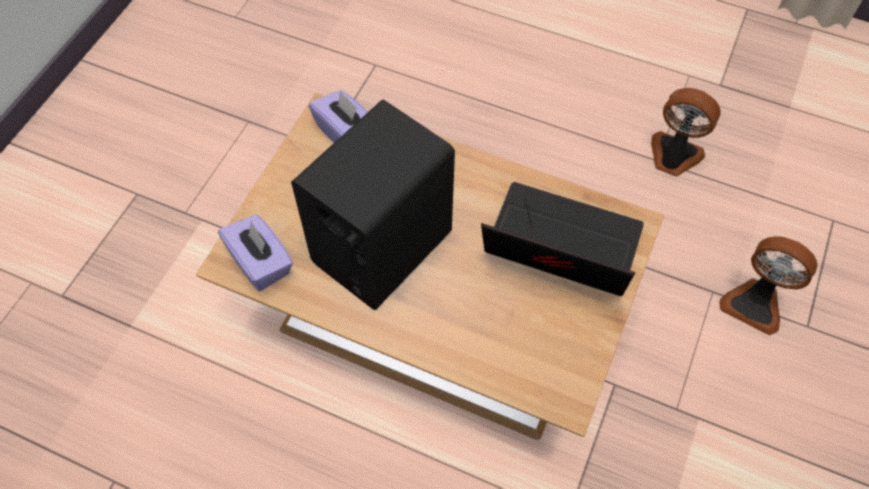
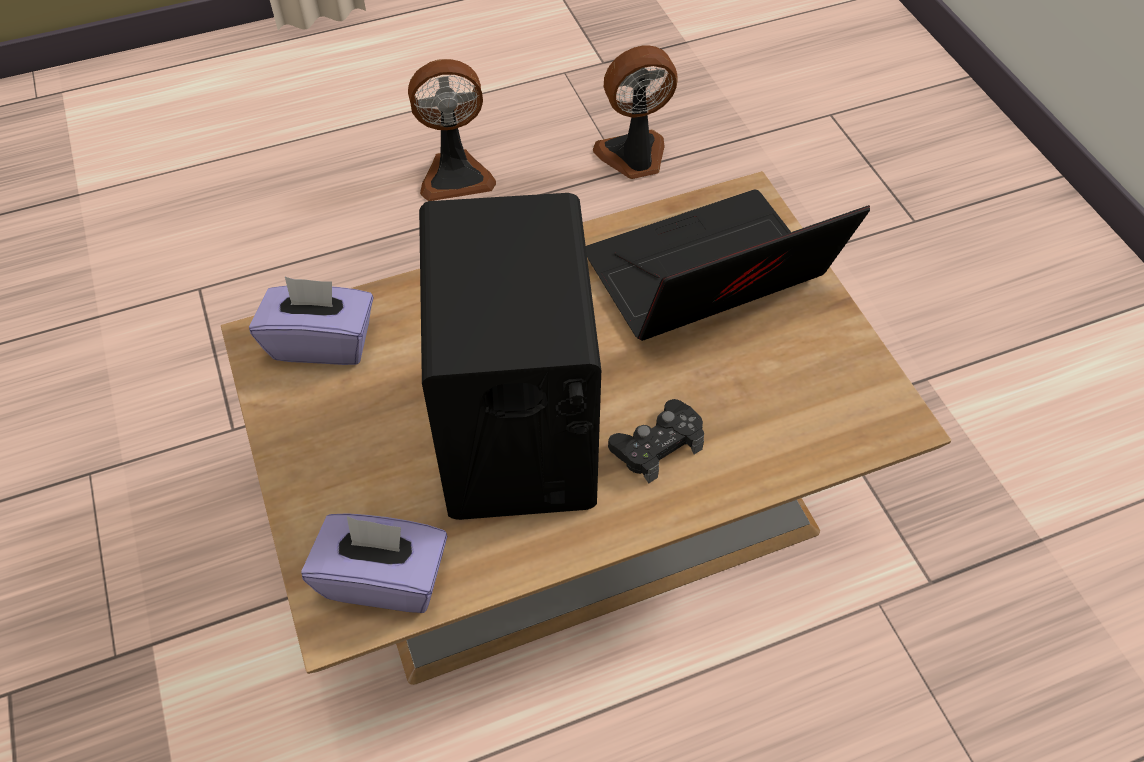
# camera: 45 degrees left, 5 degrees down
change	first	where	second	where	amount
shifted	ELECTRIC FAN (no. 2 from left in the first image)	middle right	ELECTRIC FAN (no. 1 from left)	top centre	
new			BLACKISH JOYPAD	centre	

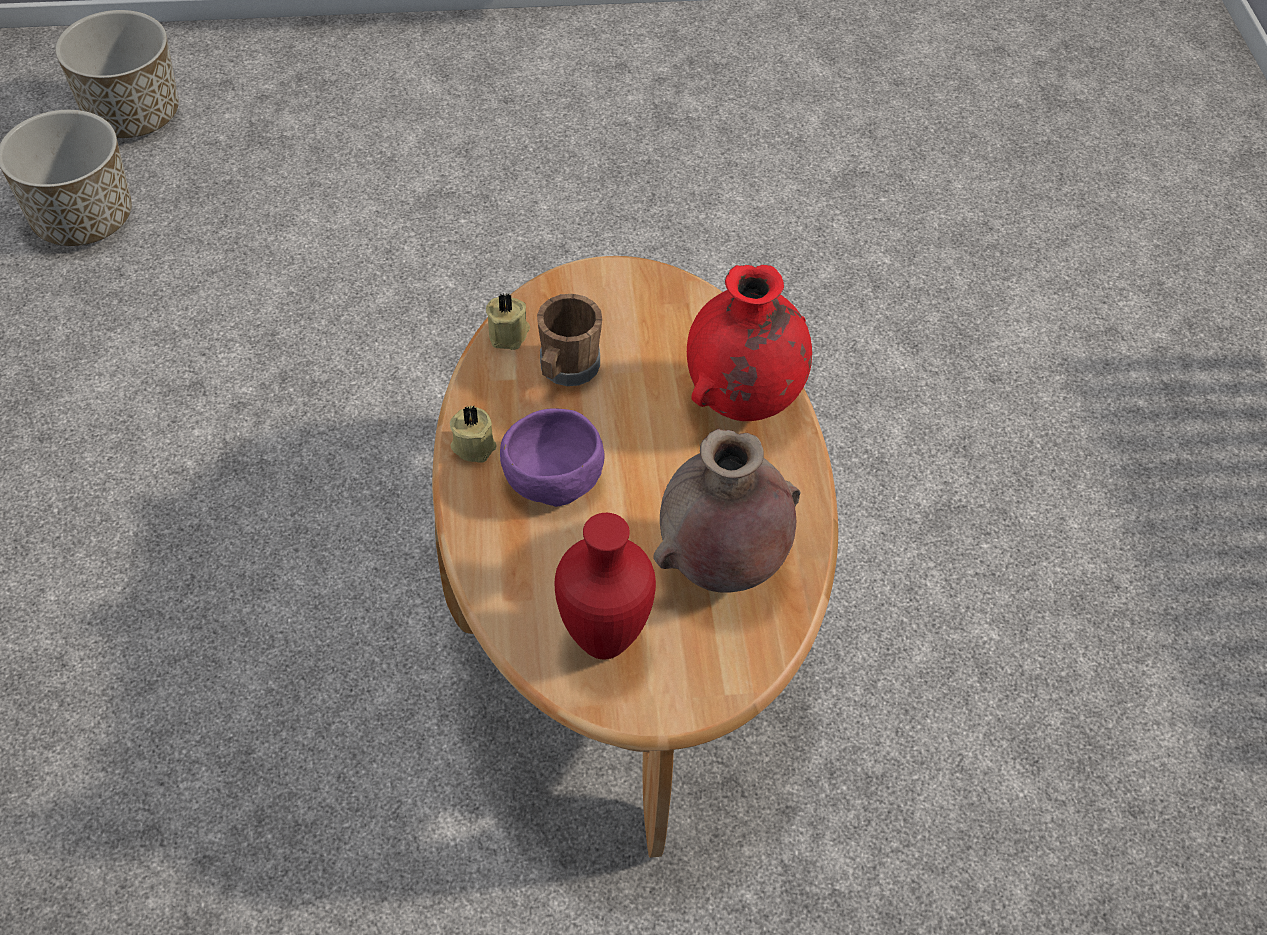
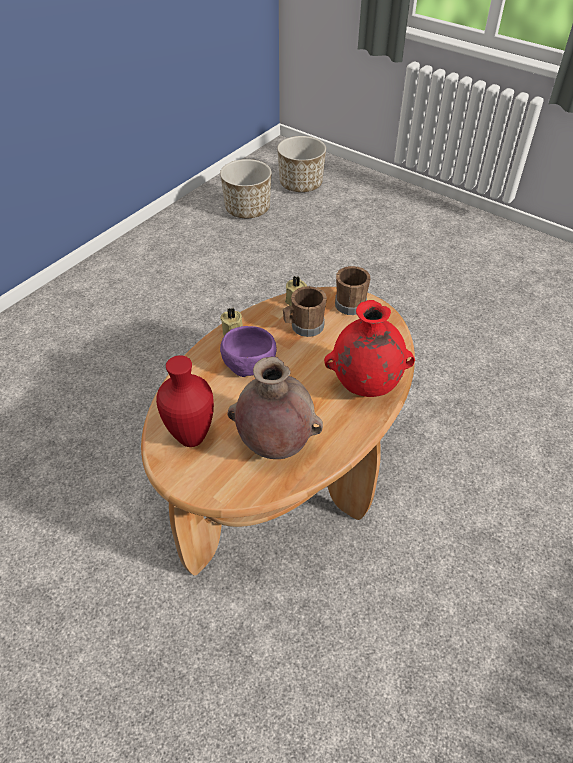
# camera: 45 degrees right, 5 degrees down
change	first	where	second	where	amount
new			BROWN-COLOURED COFFEE MUG (no. 2 from left)	centre	

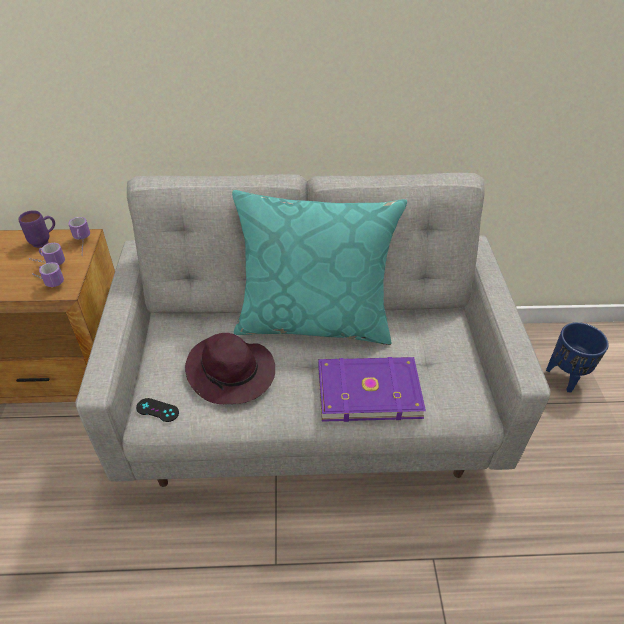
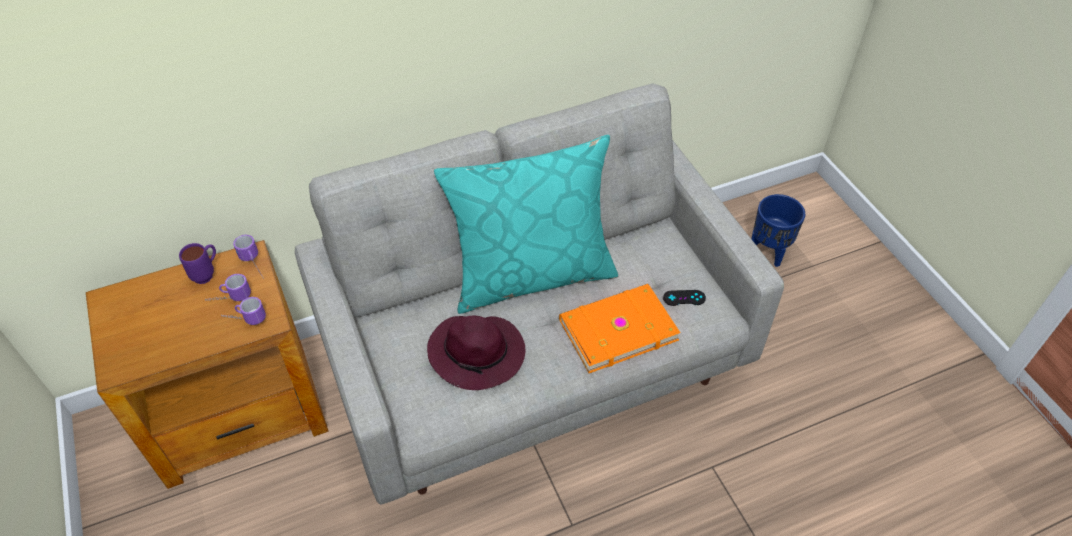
# camera: 20 degrees left, 5 degrees up
change	first	where	second	where	amount
shifted	BLACKISH JOYPAD	middle left		centre	
repainted	PURPLISH BOOK	centre	ORANGE-COLOURED BOOK	centre	

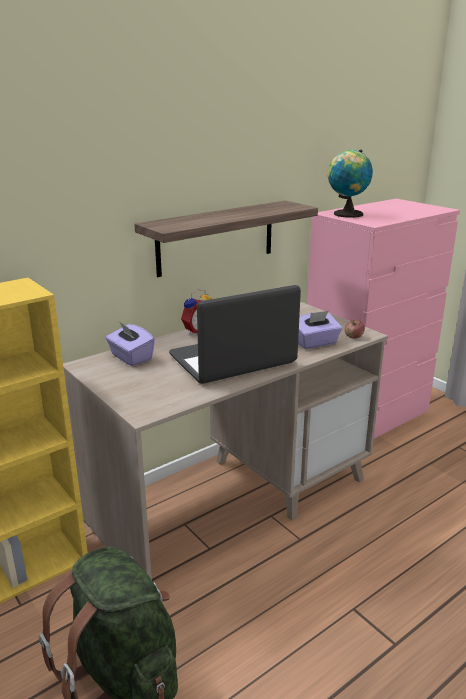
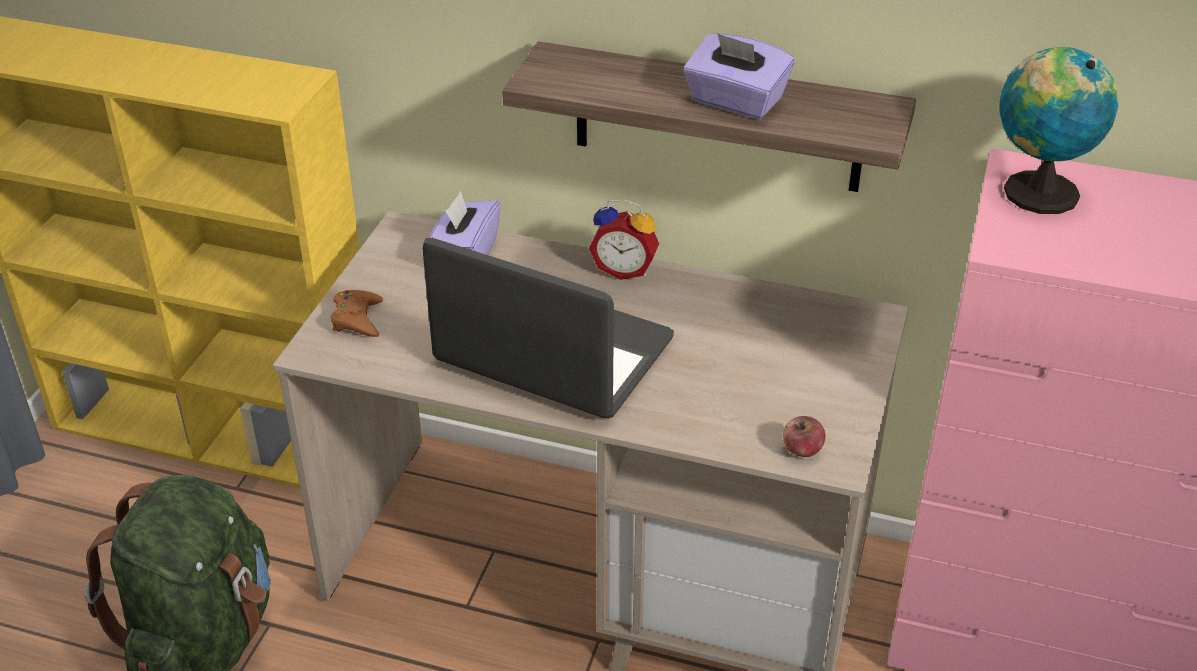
# camera: 55 degrees right, 15 degrees up
change	first	where	second	where	amount
shifted	PURPLISH BOX OF TISSUES (no. 2 from left)	middle right		top centre	
new			BROWN-COLOURED JOYPAD	middle left	

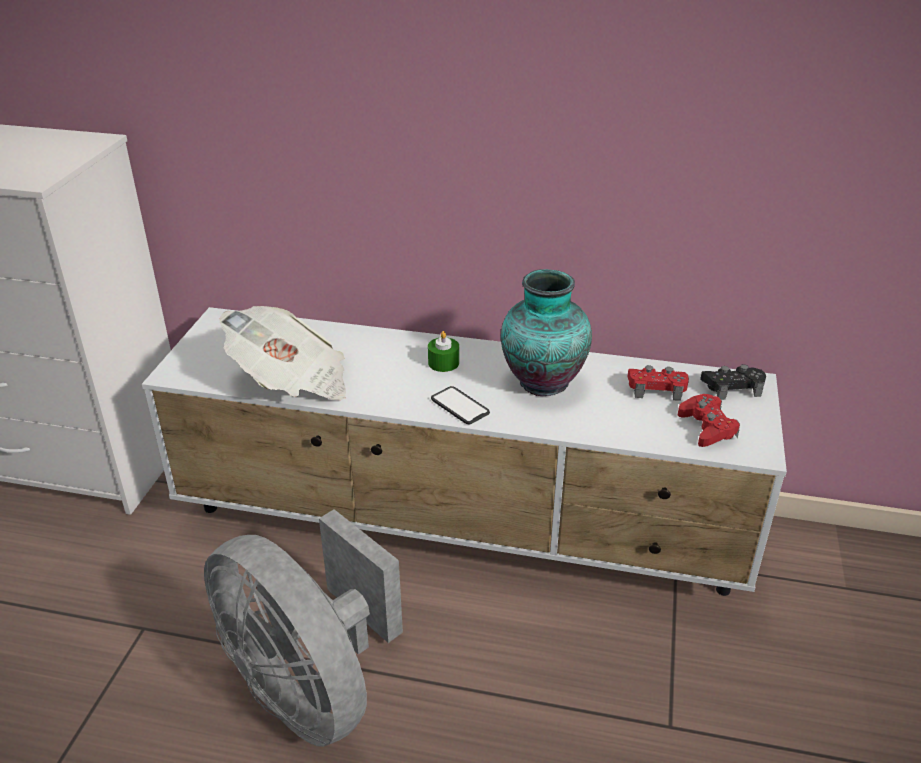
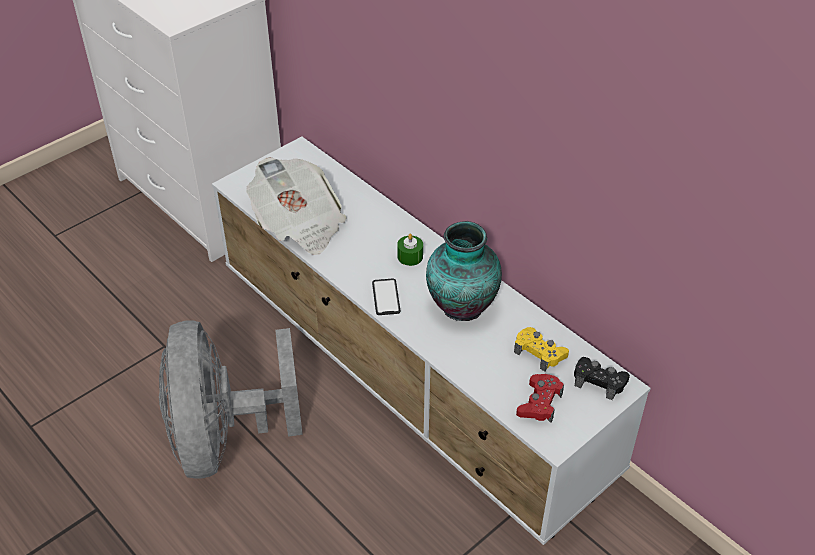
# camera: 35 degrees right, 10 degrees up
change	first	where	second	where	amount
repainted	RED JOYPAD (no. 1 from left)	middle right	YELLOW JOYPAD	centre	

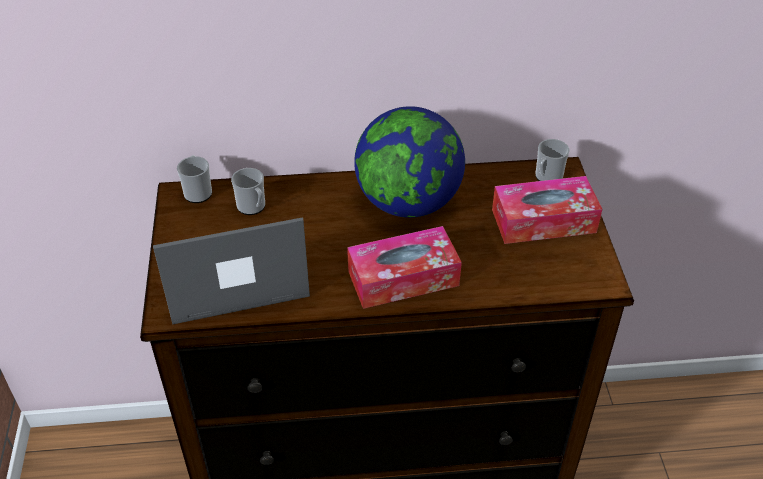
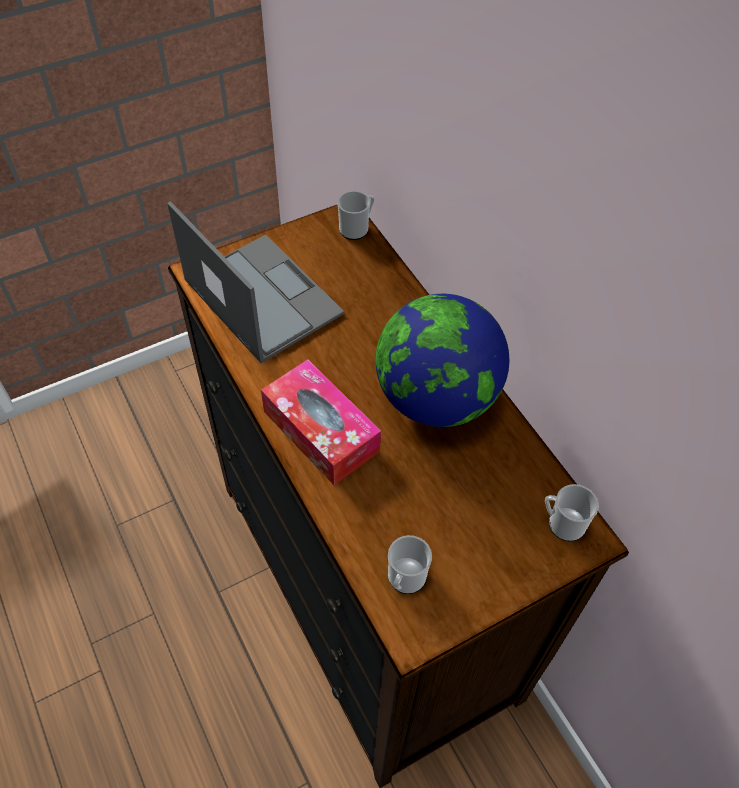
# camera: 65 degrees right, 10 degrees up
change	first	where	second	where	amount
shifted	COFFEE MUG (no. 2 from left)	middle left		bottom centre	
gone	BOX OF TISSUES (no. 2 from left)	middle right			

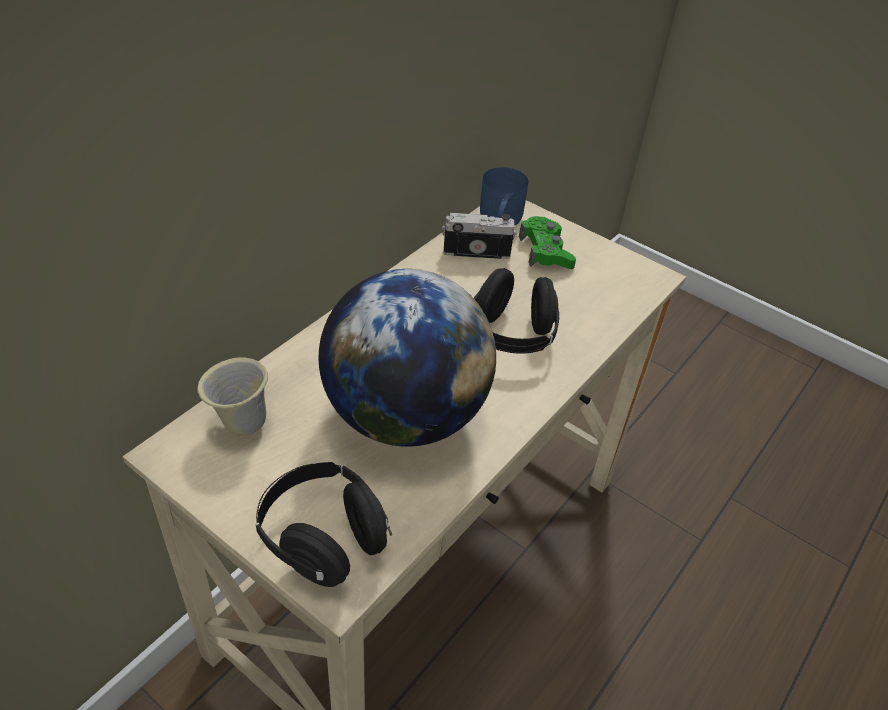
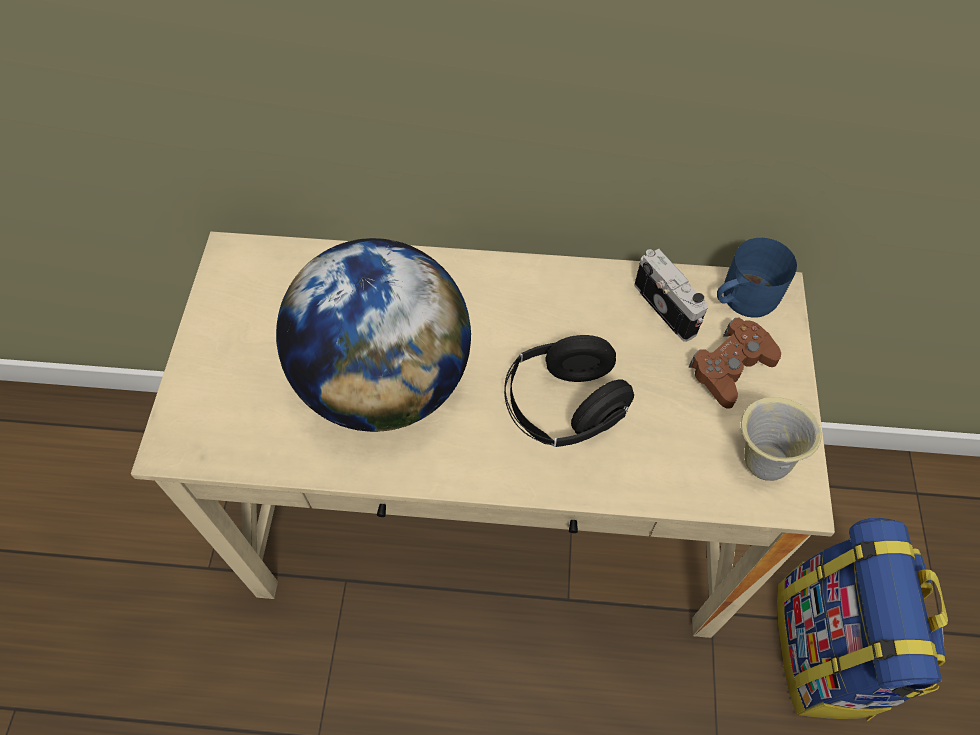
# camera: 60 degrees right, 15 degrees up
change	first	where	second	where	amount
shifted	BEIGE-COLOURED COFFEE MUG	middle left		middle right	
gone	BLACKISH PAIR OF HEADPHONES (no. 1 from left)	bottom centre			
repainted	GREEN JOYPAD	centre	BROWN-COLOURED JOYPAD	middle right	
new			RUCKSACK	bottom right	

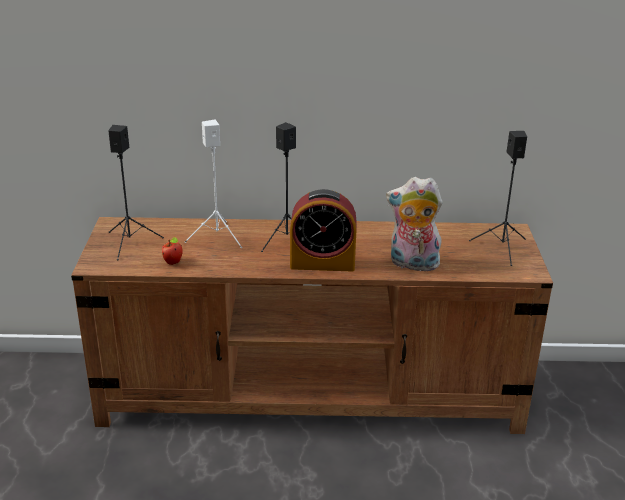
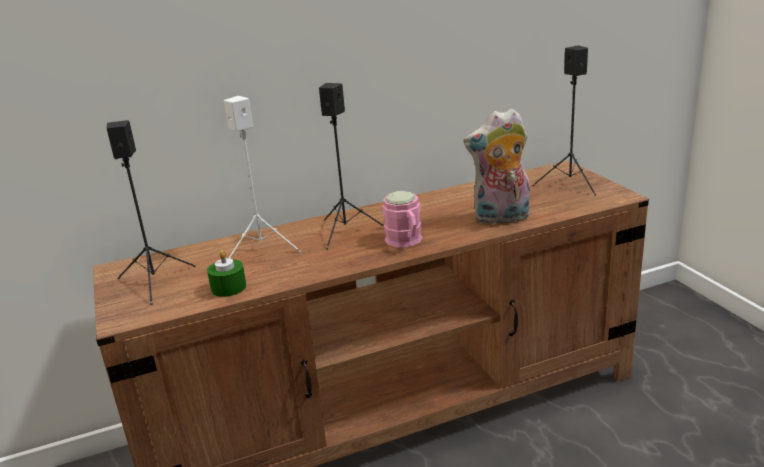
# camera: 20 degrees left, 5 degrees down
change	first	where	second	where	amount
swapped	APPLE FRUIT	middle left	GREEN WAX CANDLE	middle left	
swapped	TABLE CLOCK	centre	PINK-COLOURED COFFEE MUG	centre	

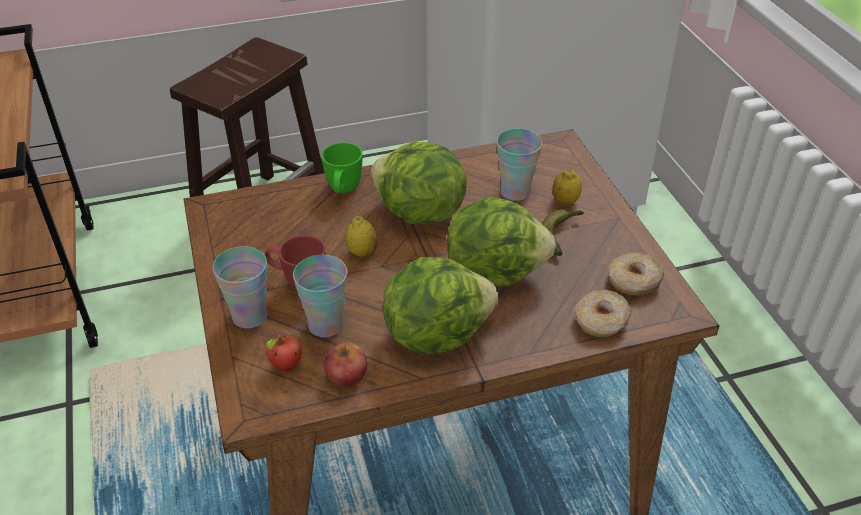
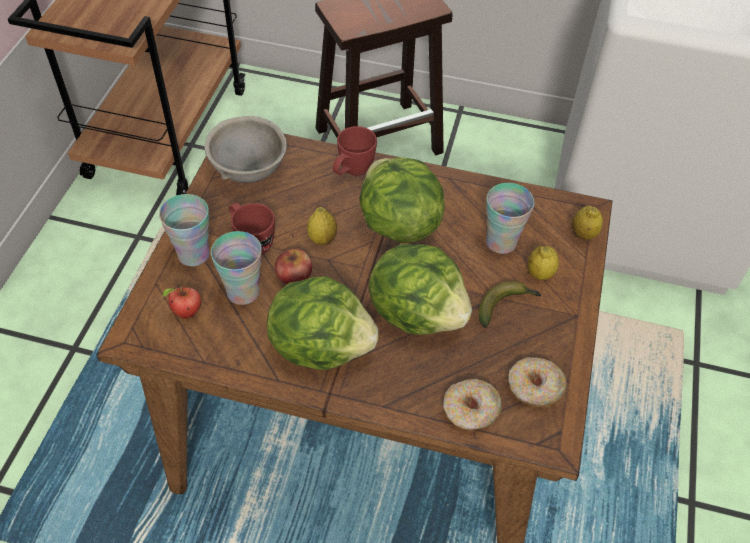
# camera: 30 degrees right, 10 degrees up
change	first	where	second	where	amount
repainted	GREEN COFFEE MUG	top centre	RED COFFEE MUG (no. 2 from left)	top centre	
shifted	APPLE FRUIT (no. 2 from left)	bottom centre		centre	
new			GREYISH SERVING BOWL	top left	
new			WHOLE LEMON (no. 3 from left)	middle right	

